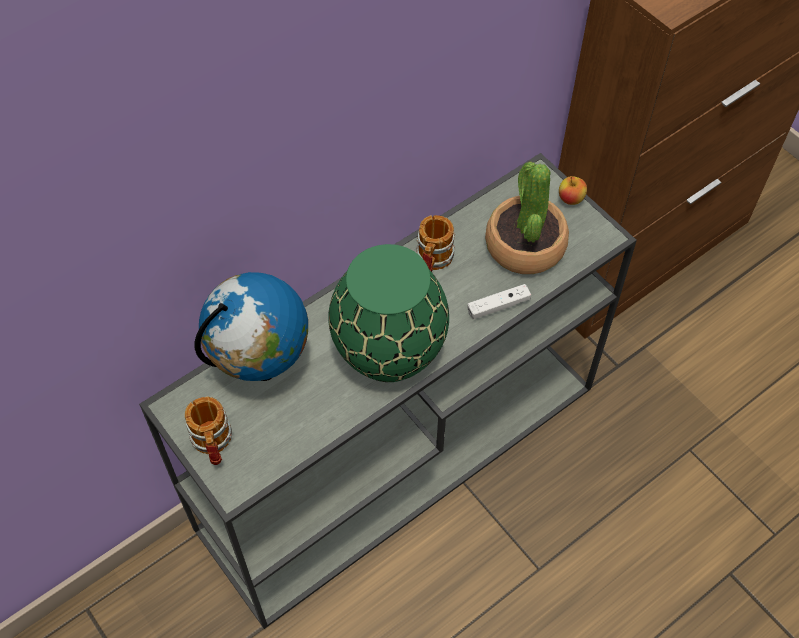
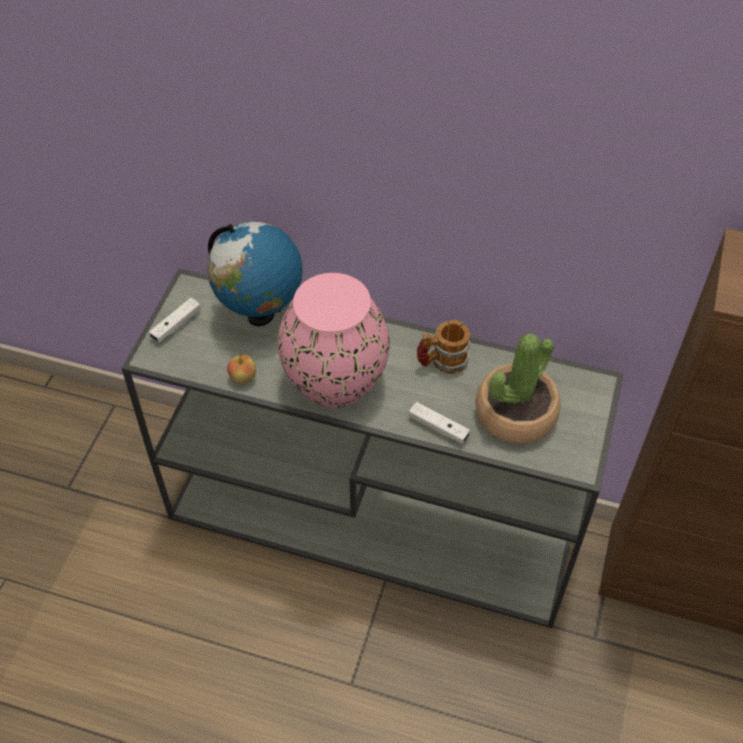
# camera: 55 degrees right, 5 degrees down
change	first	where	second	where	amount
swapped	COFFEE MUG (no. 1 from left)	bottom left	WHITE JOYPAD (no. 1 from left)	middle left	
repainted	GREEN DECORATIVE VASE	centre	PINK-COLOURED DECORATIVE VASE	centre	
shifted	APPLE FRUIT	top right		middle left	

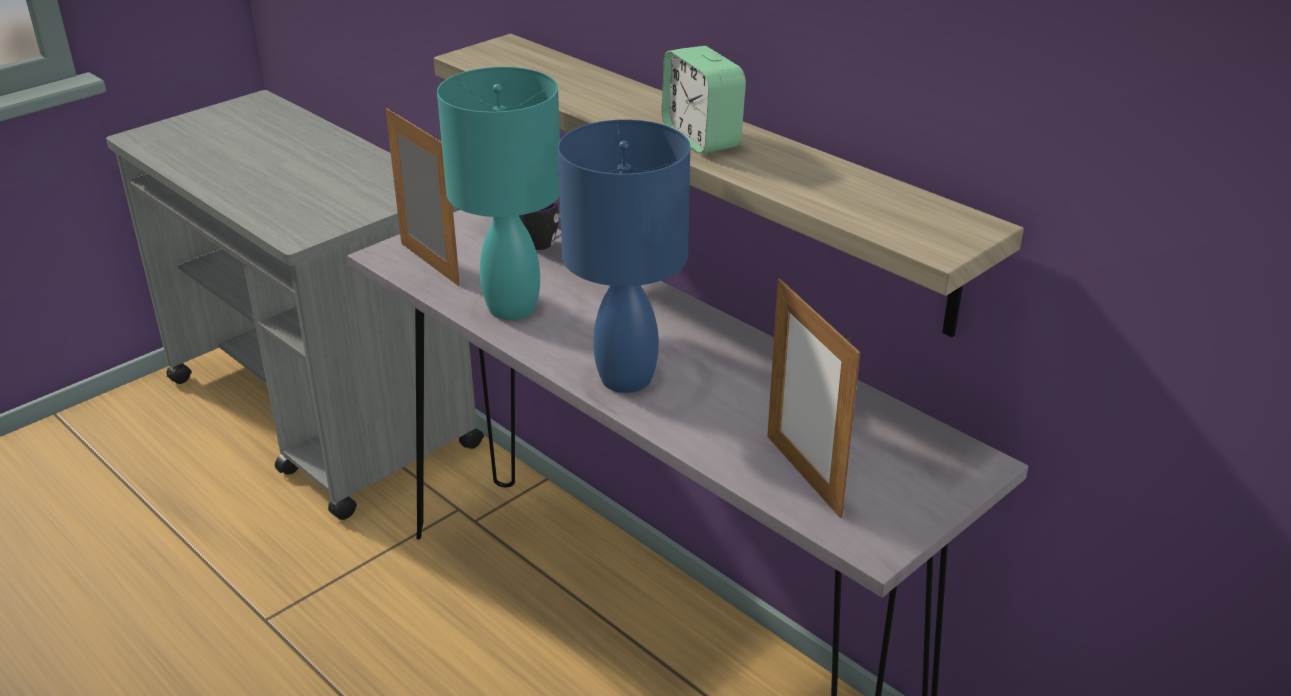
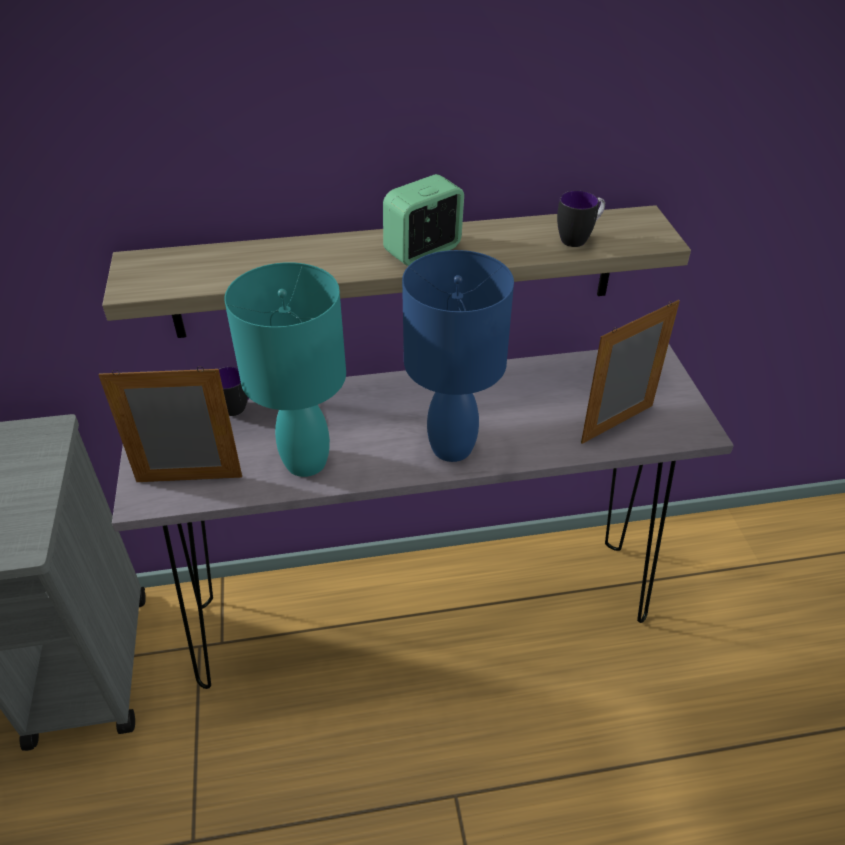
# camera: 55 degrees left, 10 degrees up
change	first	where	second	where	amount
rotated	TABLE CLOCK	top centre		top centre	135 degrees clockwise
rotated	STANDING FRAME (no. 2 from left)	centre		middle right	135 degrees clockwise
new			COFFEE MUG (no. 2 from left)	top right	

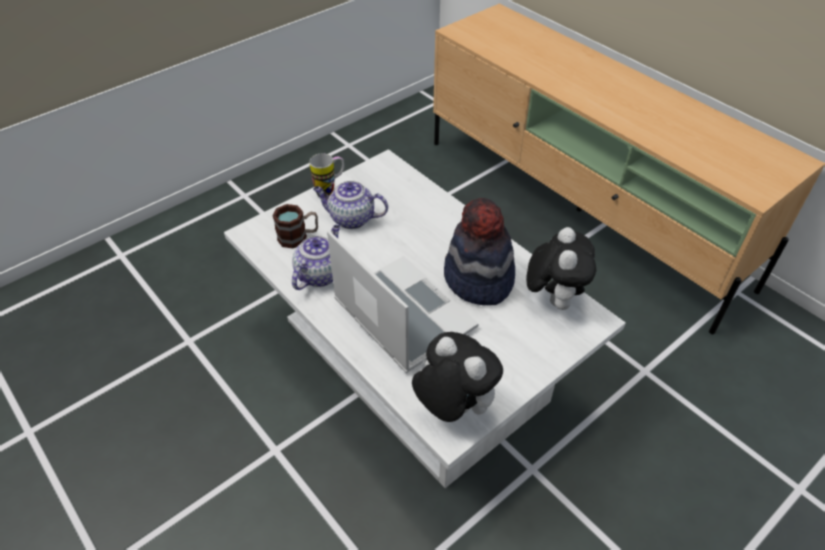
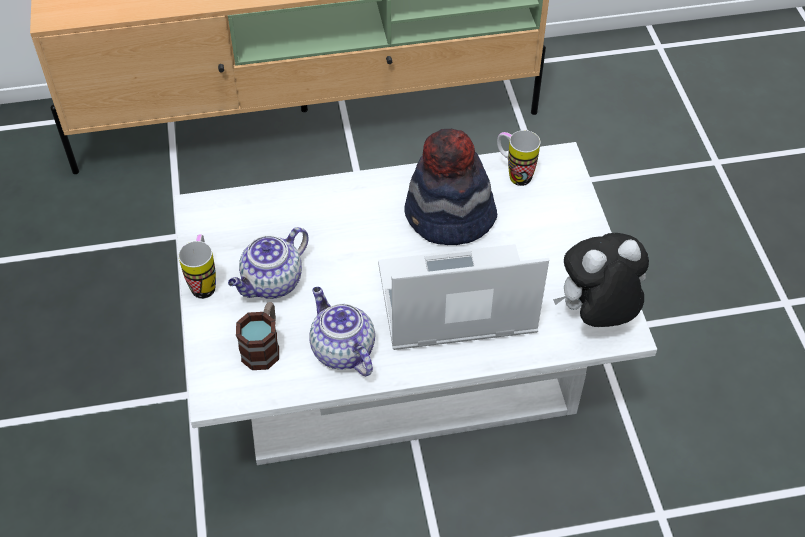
# camera: 60 degrees left, 5 degrees up
change	first	where	second	where	amount
swapped	CUDDLY TOY (no. 2 from left)	middle right	COFFEE MUG (no. 3 from left)	top centre	

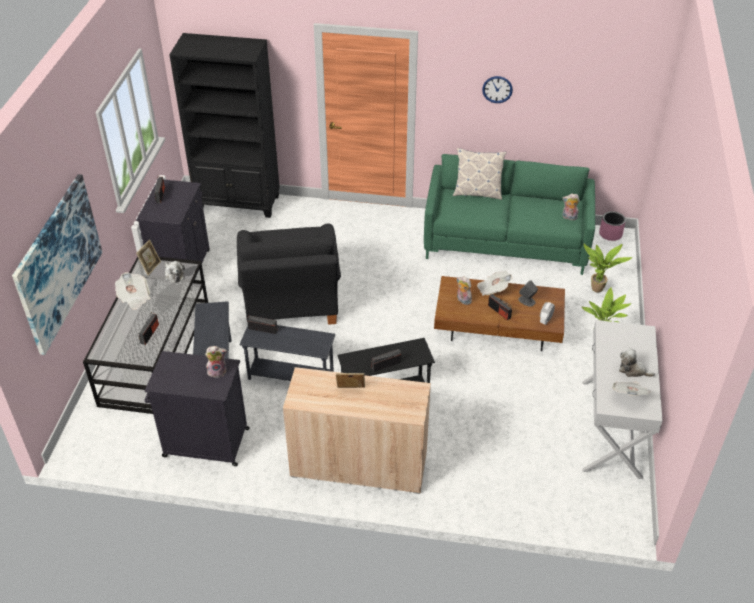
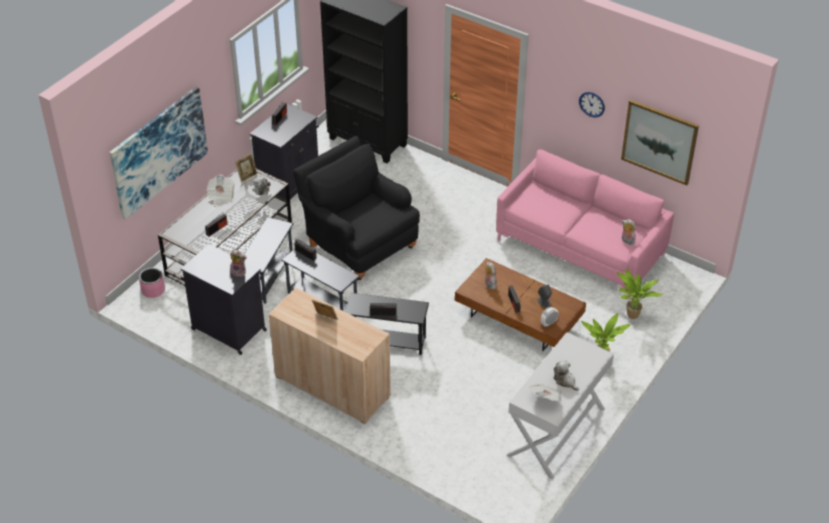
# camera: 25 degrees right, 0 degrees up
change	first	where	second	where	amount
rotated	BLACKISH LOUNGE CHAIR	centre		centre	120 degrees clockwise
repainted	GREEN COUCH	middle right	PINK-COLOURED COUCH	middle right	
gone	CUSHION	top centre			
gone	NEWSPAPER (no. 2 from left)	centre			
shifted	PINK-COLOURED PLANTER	middle right		middle left	
new			WALL PICTURE (no. 2 from left)	top right	

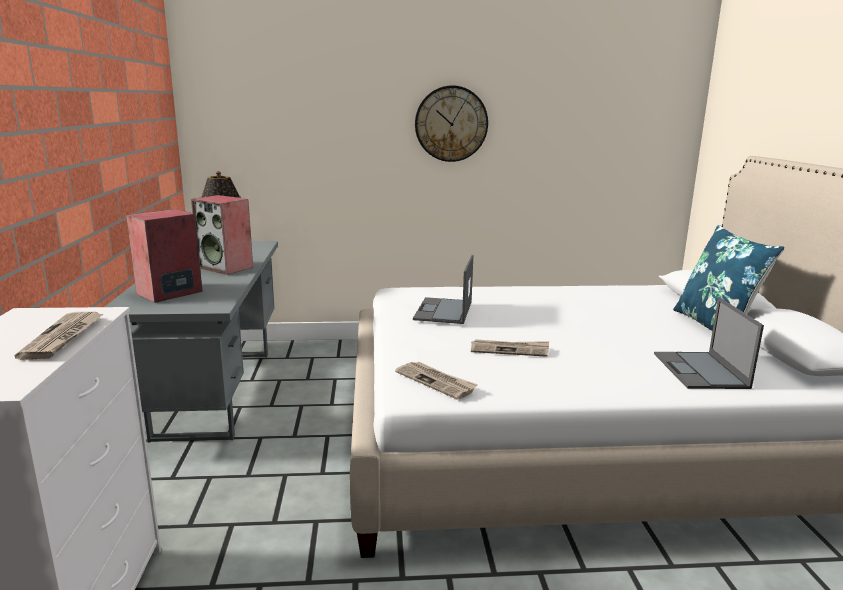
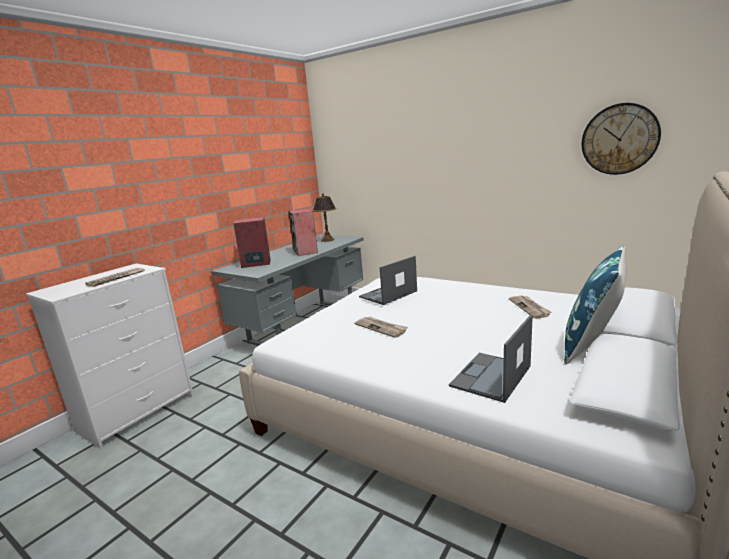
# camera: 40 degrees right, 0 degrees up
change	first	where	second	where	amount
shifted	NEWSPAPER (no. 2 from left in the first image)	centre	NEWSPAPER (no. 3 from left)	middle right	
shifted	WALL CLOCK	top centre		top right	

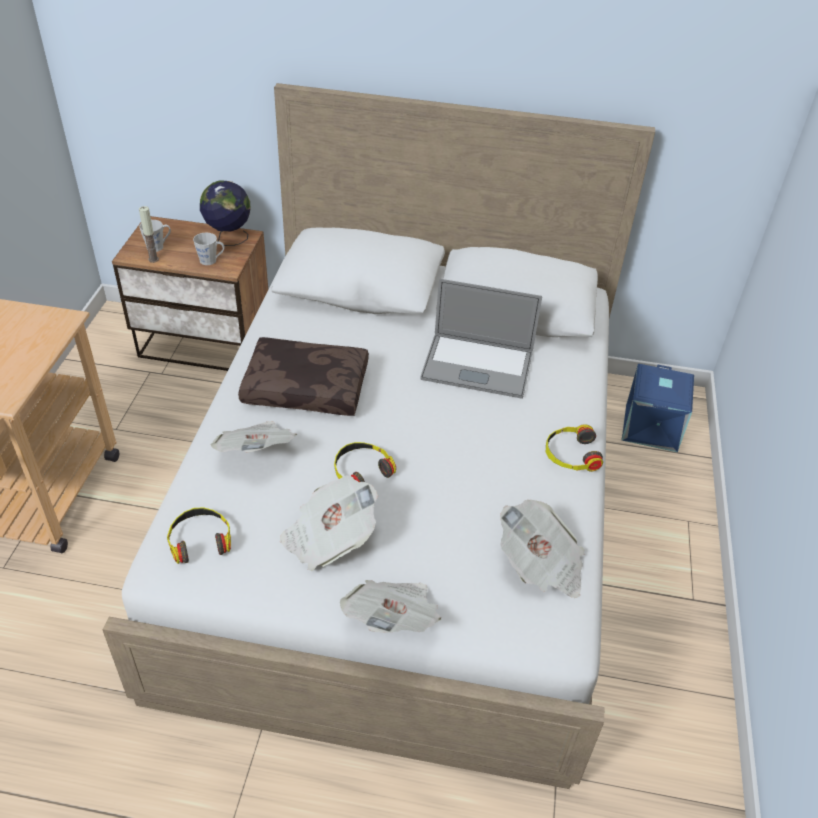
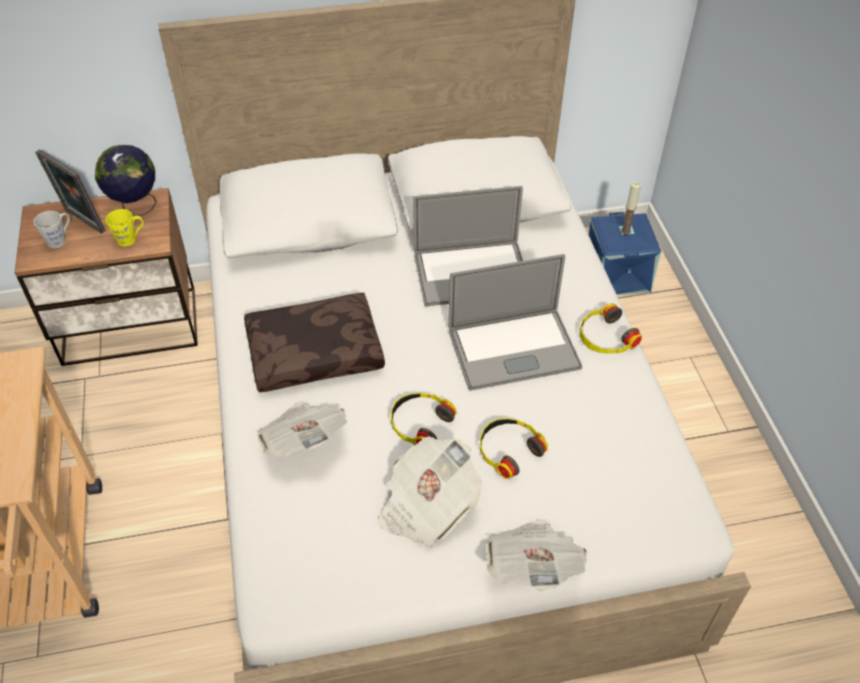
# camera: 20 degrees left, 5 degrees up
change	first	where	second	where	amount
shifted	WAX CANDLE	top left		top right	
shifted	PAIR OF HEADPHONES (no. 1 from left in the first image)	middle left	PAIR OF HEADPHONES (no. 2 from left)	centre	
repainted	GREYISH COFFEE MUG (no. 2 from left)	top left	YELLOW COFFEE MUG	top left	
gone	NEWSPAPER (no. 4 from left)	bottom centre			
new			STANDING FRAME	top left	
new			PORTABLE COMPUTER (no. 2 from left)	centre	

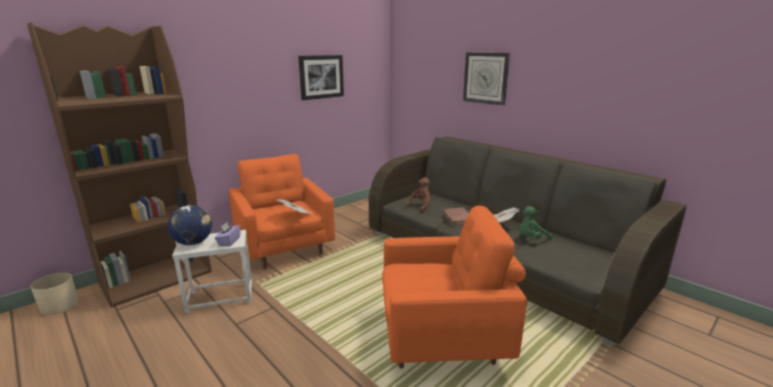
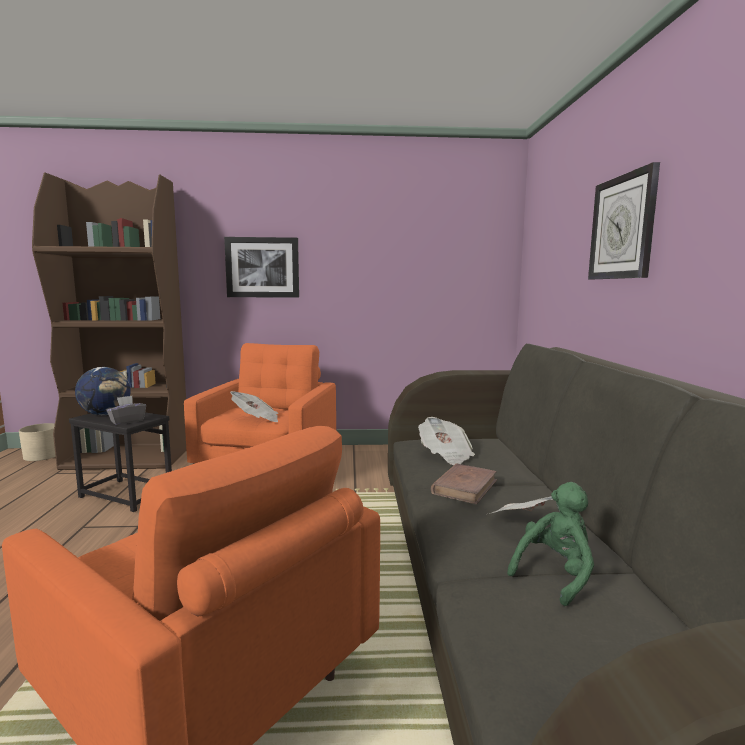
# camera: 40 degrees right, 10 degrees down
change	first	where	second	where	amount
repainted	WHITE ACCENT TABLE	bottom left	BLACKISH ACCENT TABLE	middle left	
repainted	PURPLISH BOX OF TISSUES	middle left	GREYISH BOX OF TISSUES	middle left	
shifted	WALL PICTURE	top centre		centre	
swapped	BROWN-COLOURED CUDDLY TOY	centre	NEWSPAPER (no. 2 from left)	centre	
rotated	GREEN CUDDLY TOY	middle right		bottom right	120 degrees clockwise

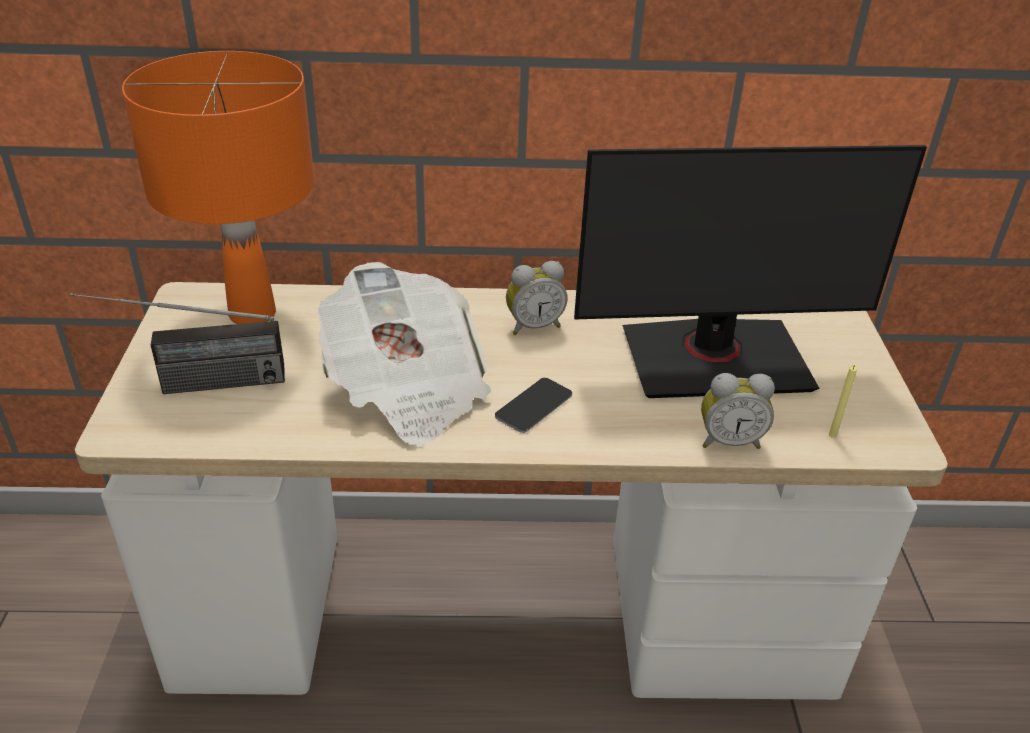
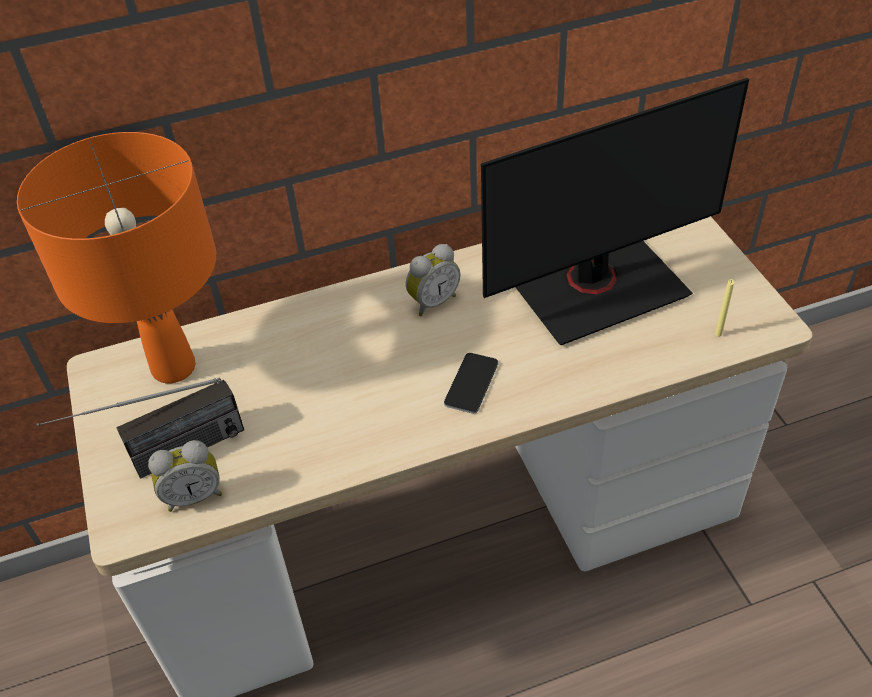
# camera: 15 degrees left, 10 degrees up
change	first	where	second	where	amount
gone	NEWSPAPER	centre			
shifted	TABLE CLOCK (no. 2 from left in the first image)	middle right	TABLE CLOCK (no. 1 from left)	bottom left	

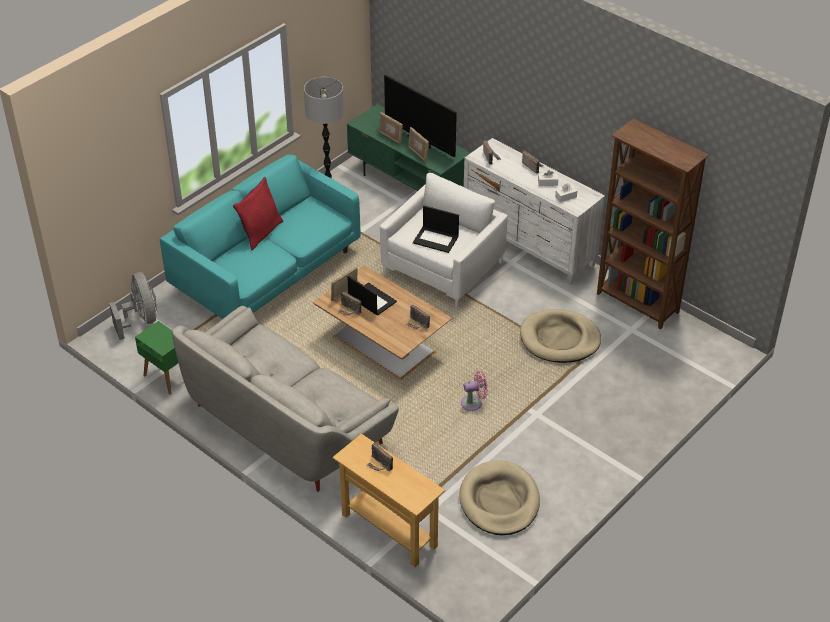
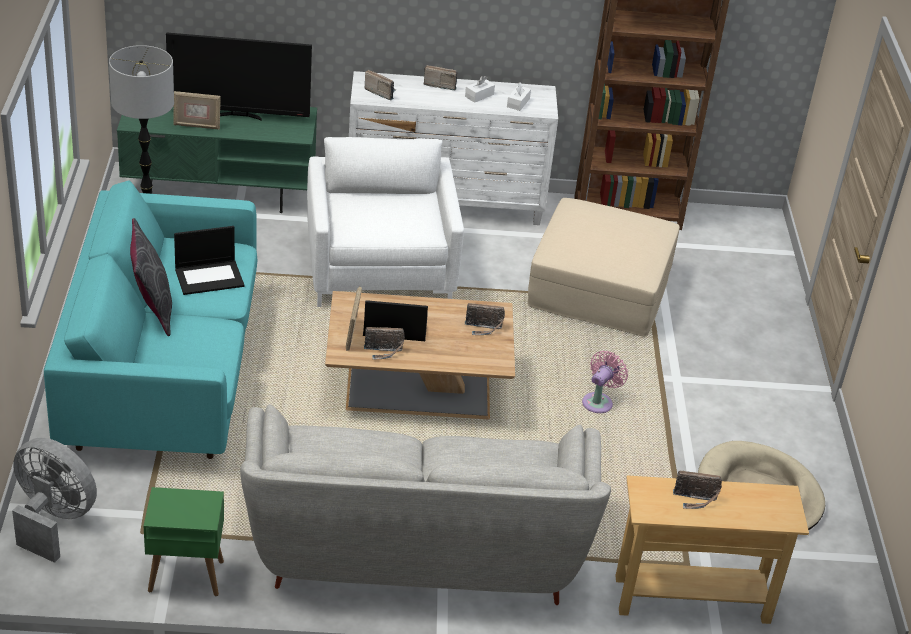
# camera: 45 degrees left, 5 degrees down
change	first	where	second	where	amount
repainted	RED CUSHION	middle left	GREYISH CUSHION	middle left	
gone	STANDING FRAME (no. 3 from left)	top centre			
shifted	PORTABLE COMPUTER (no. 2 from left in the first image)	centre	PORTABLE COMPUTER (no. 1 from left)	middle left	
swapped	BEIGE-COLOURED PET BED (no. 2 from left)	middle right	BEIGE-COLOURED OTTOMAN	centre	

